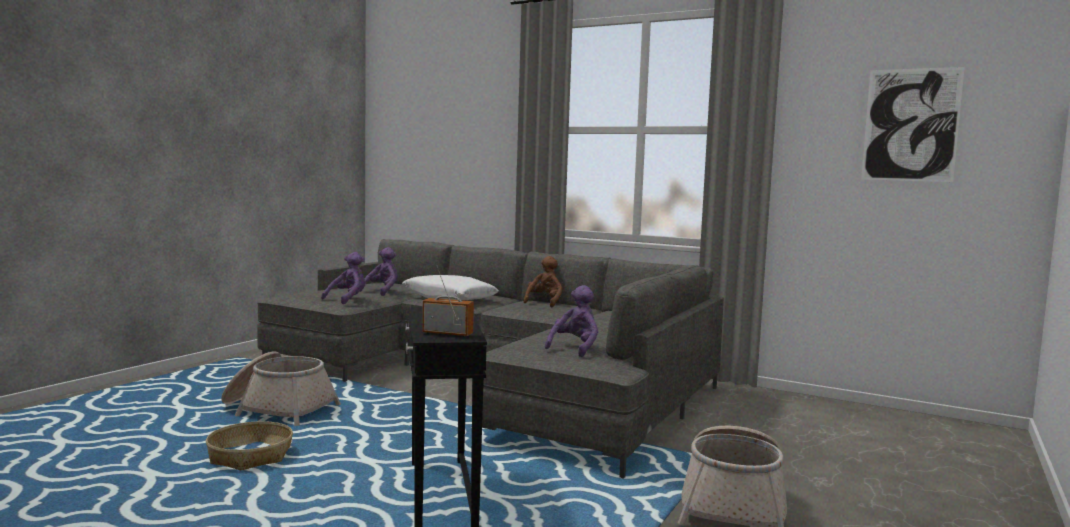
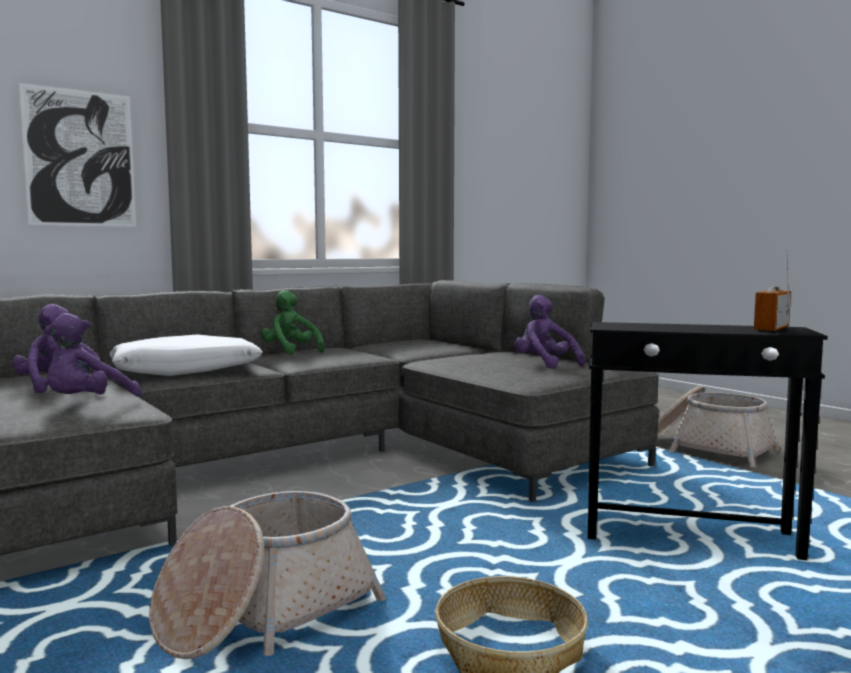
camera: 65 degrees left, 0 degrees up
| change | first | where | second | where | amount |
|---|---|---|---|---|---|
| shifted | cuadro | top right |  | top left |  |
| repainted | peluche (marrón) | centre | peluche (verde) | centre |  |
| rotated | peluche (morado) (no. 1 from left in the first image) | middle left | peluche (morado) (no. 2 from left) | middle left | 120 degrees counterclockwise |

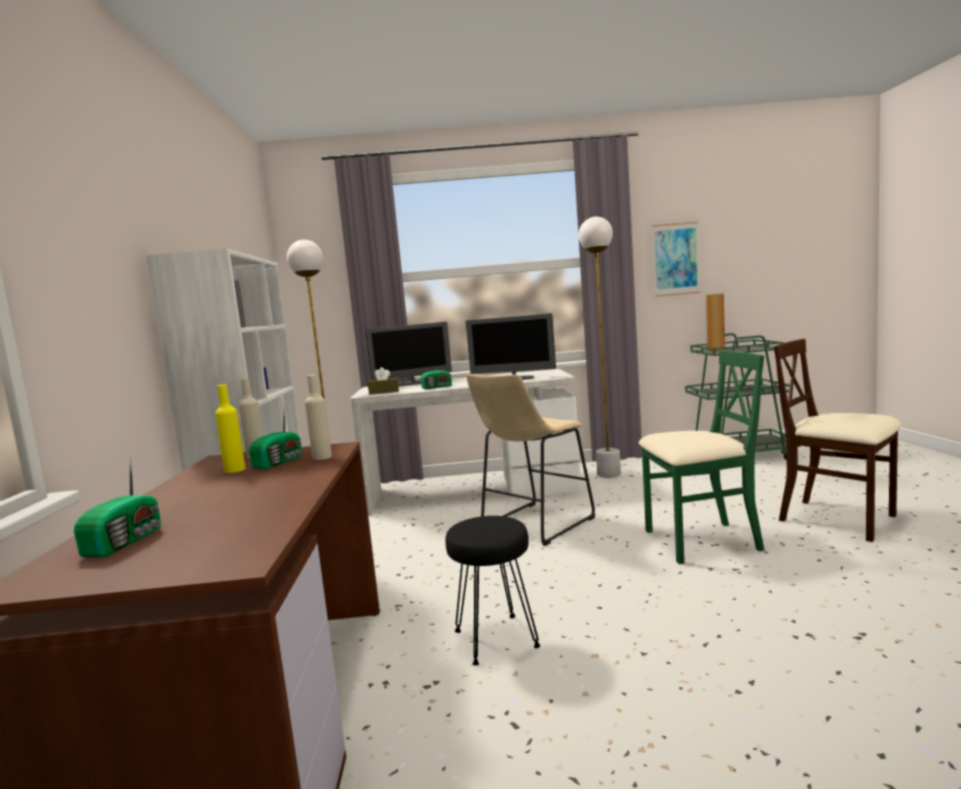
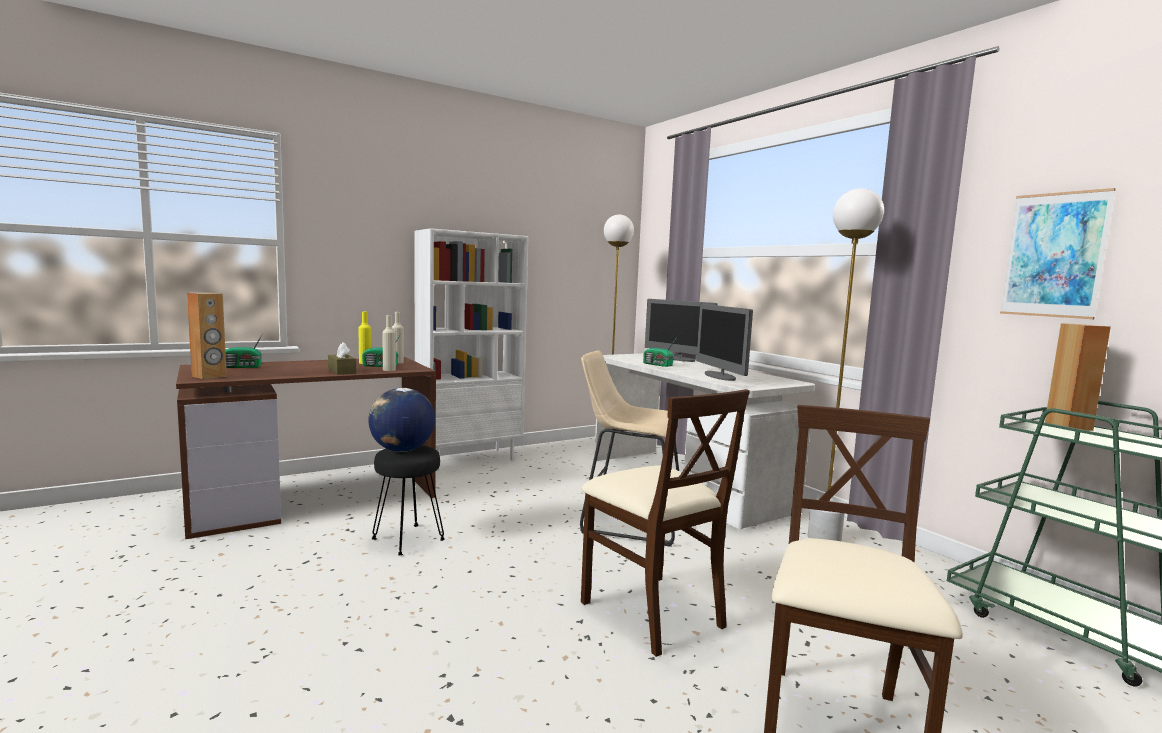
camera: 60 degrees right, 0 degrees up
| change | first | where | second | where | amount |
|---|---|---|---|---|---|
| new |  |  | altavoz (marrón) (no. 1 from left) | middle left |  |
| new |  |  | globo terráqueo | centre |  |
| shifted | caja de pañuelos (marrón) | centre |  | middle left |  |
| repainted | silla (verde) | middle right | silla (beis) (no. 1 from left) | bottom centre |  |

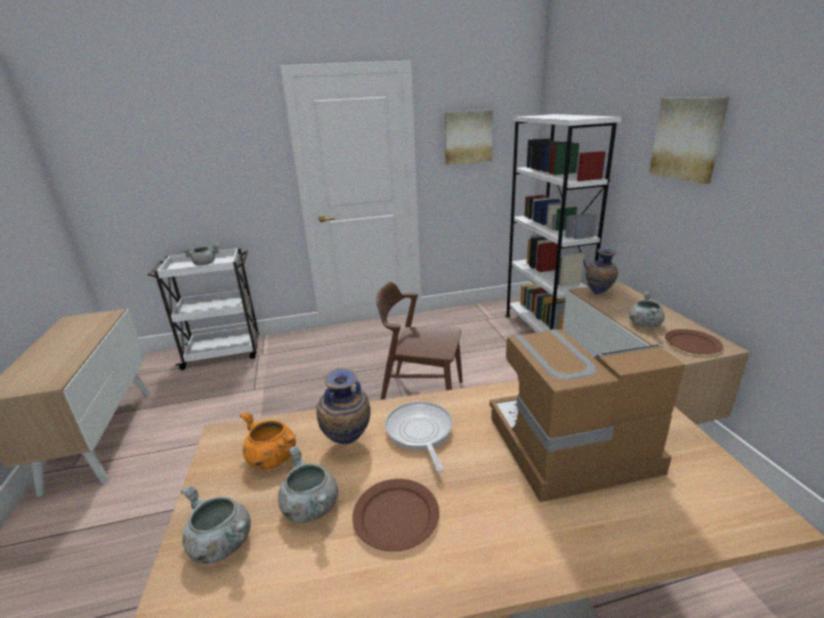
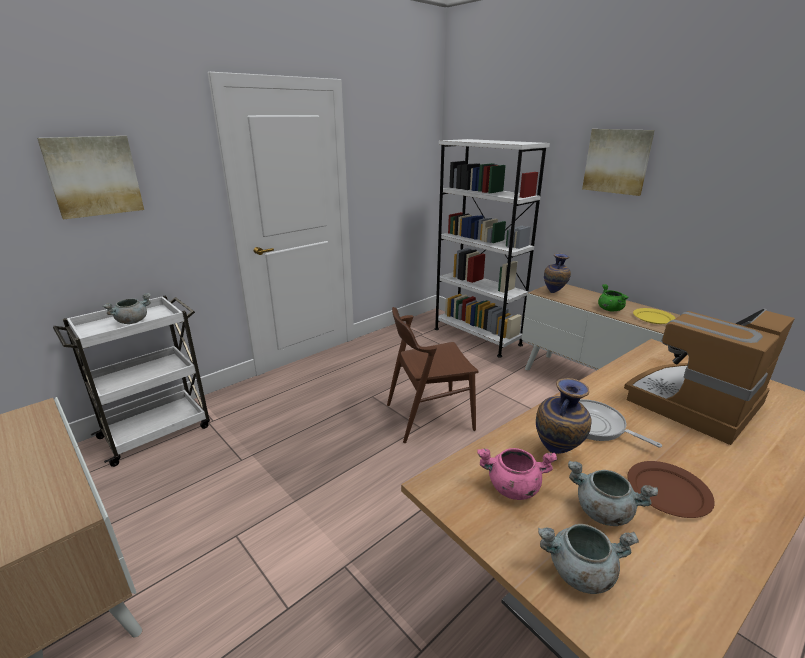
camera: 30 degrees left, 0 degrees up
| change | first | where | second | where | amount |
|---|---|---|---|---|---|
| shifted | cuadro (no. 1 from left) | top centre |  | top left |  |
| repainted | olla (naranja) | bottom left | olla (rosa) | bottom centre |  |
| repainted | olla (gris) (no. 4 from left) | middle right | olla (verde) | middle right |  |
| repainted | plato (marrón) (no. 2 from left) | middle right | plato (amarillo) | middle right |  |

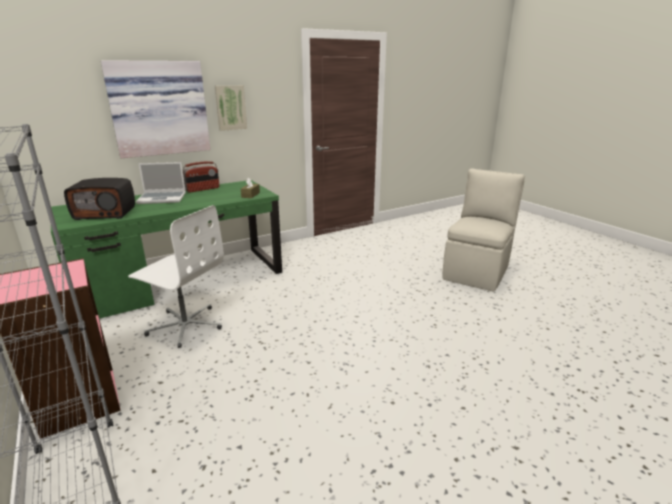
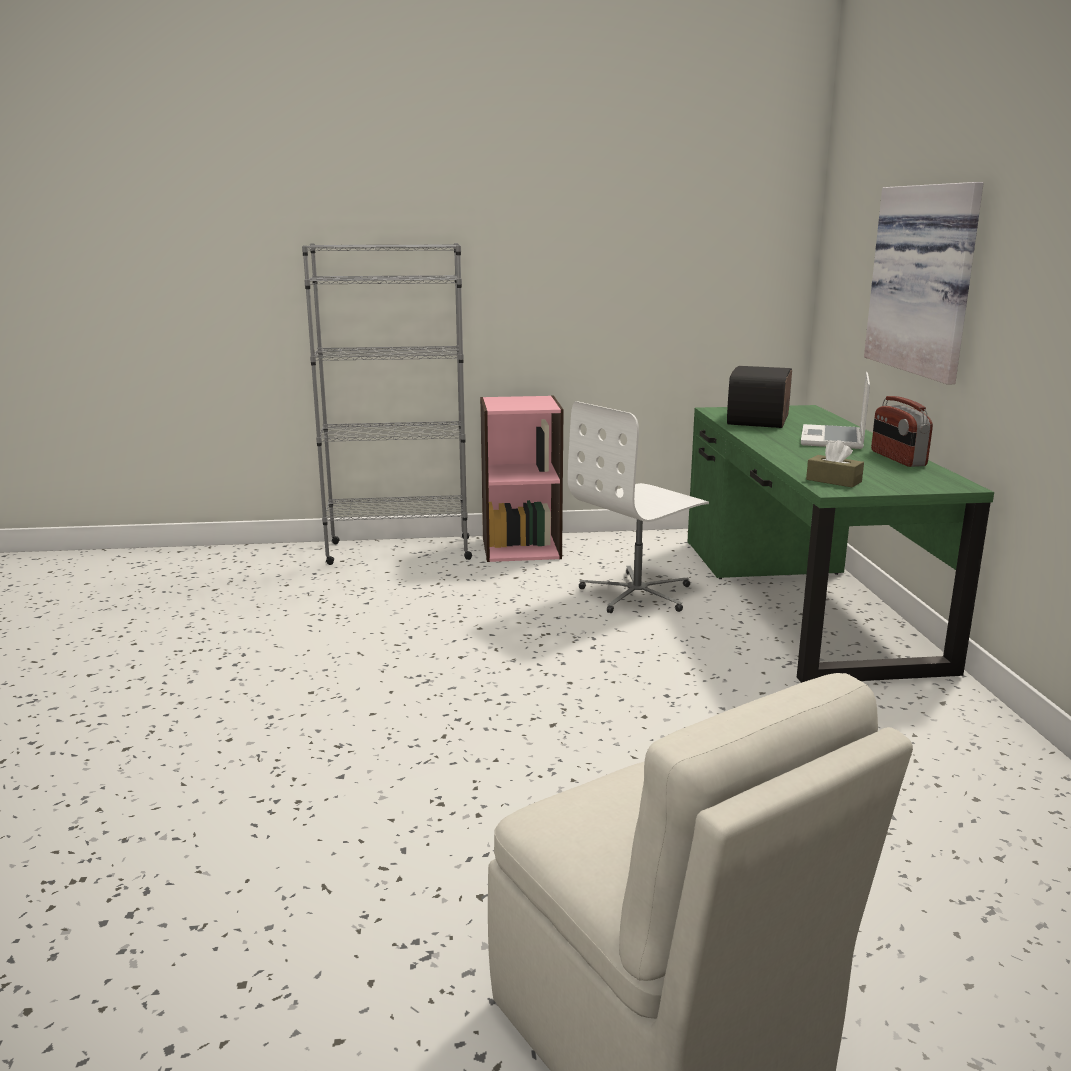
camera: 115 degrees right, 5 degrees down
| change | first | where | second | where | amount |
|---|---|---|---|---|---|
| gone | cuadro (no. 2 from left) | top centre |  |  |  |

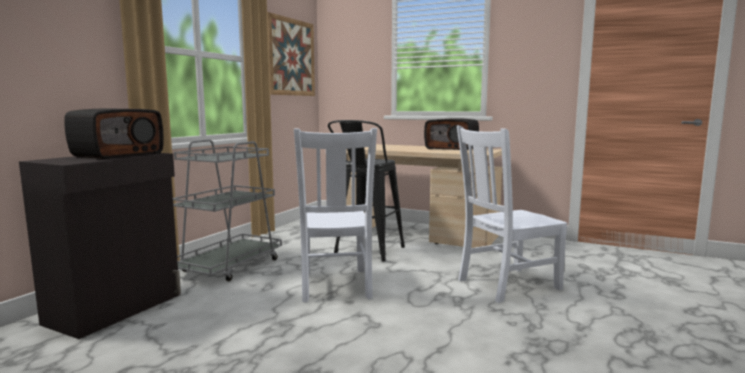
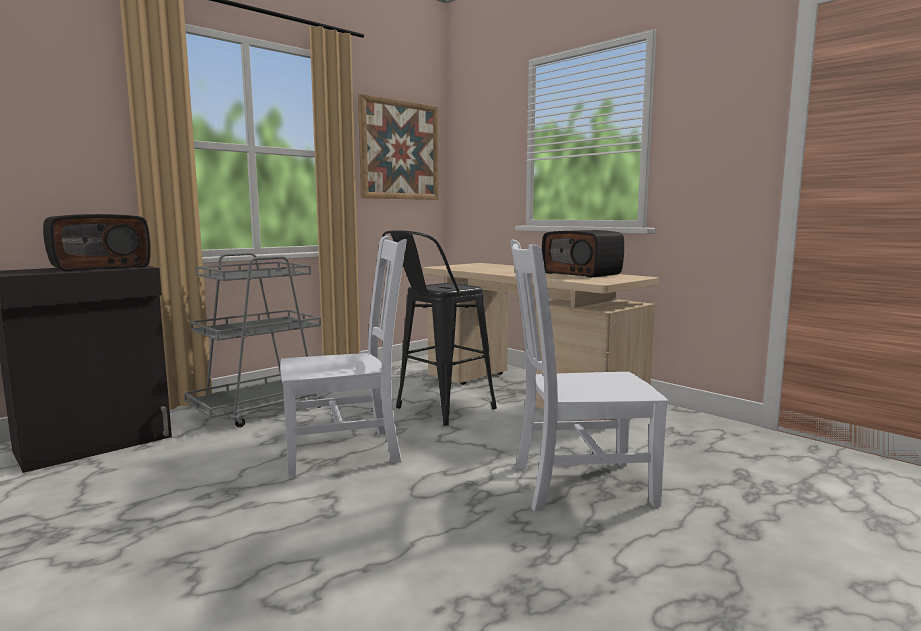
camera: 20 degrees right, 0 degrees up
| change | first | where | second | where | amount |
|---|---|---|---|---|---|
| rotated | silla (blanco) (no. 1 from left) | centre |  | centre | 120 degrees counterclockwise |

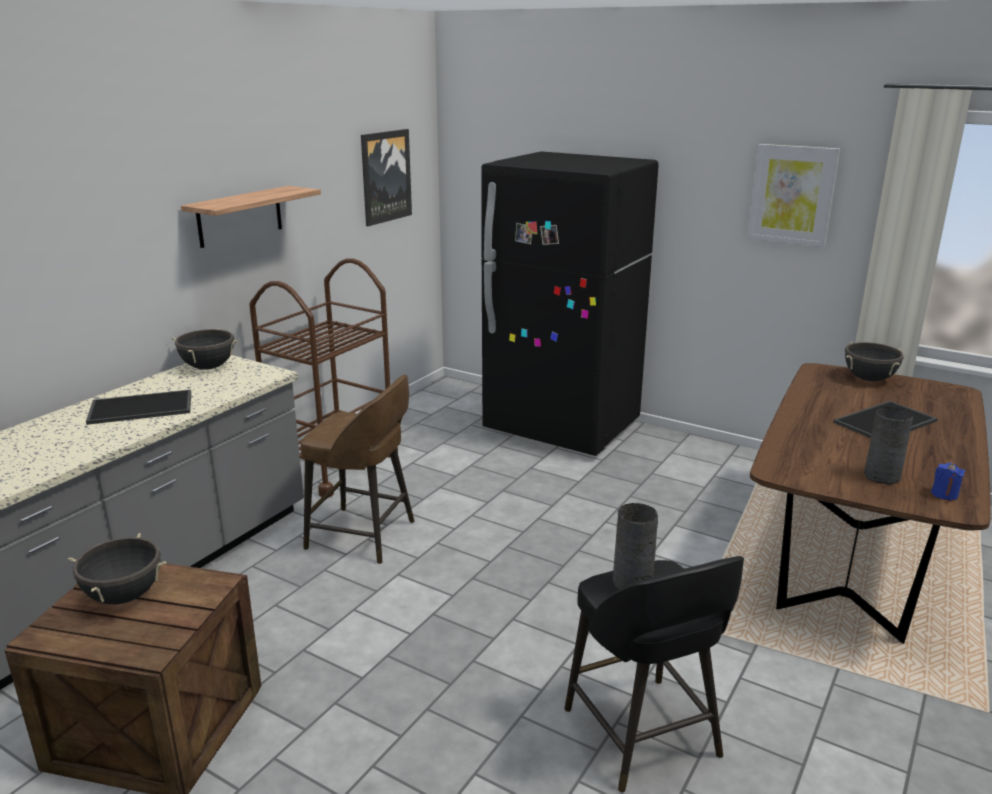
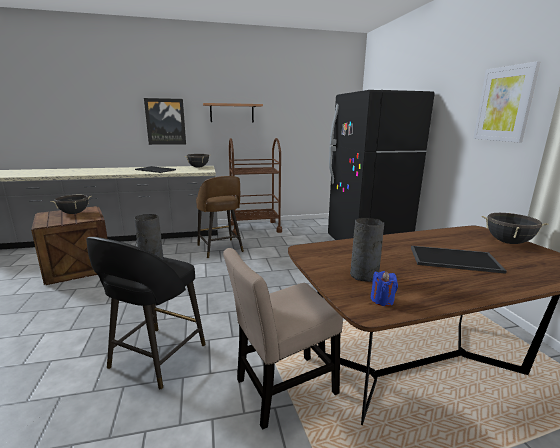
camera: 45 degrees right, 5 degrees down
| change | first | where | second | where | amount |
|---|---|---|---|---|---|
| new |  |  | silla (beis) | bottom centre |  |
| shifted | cuadro (no. 1 from left) | top centre |  | top left |  |

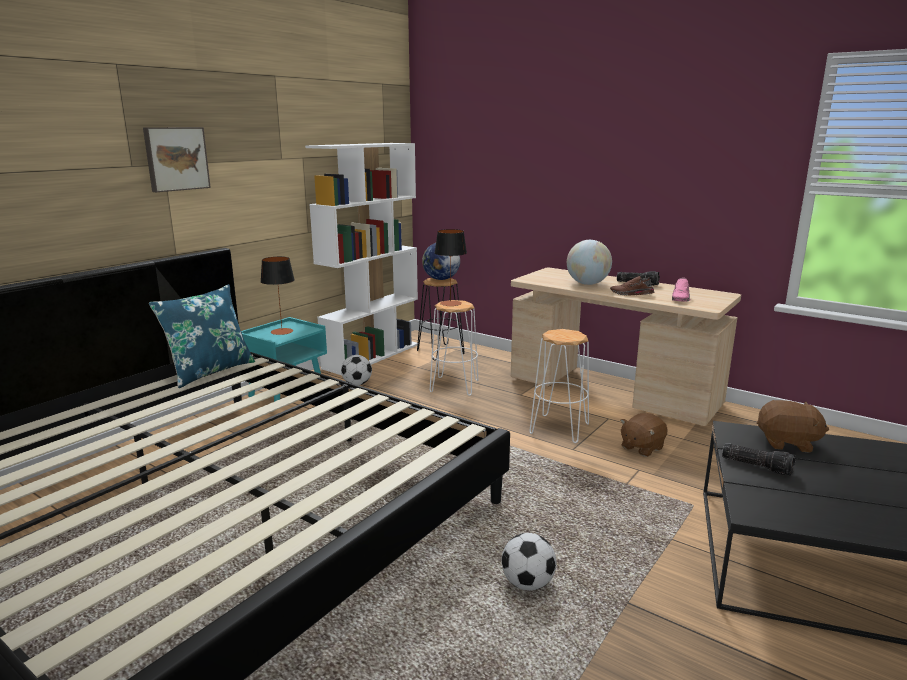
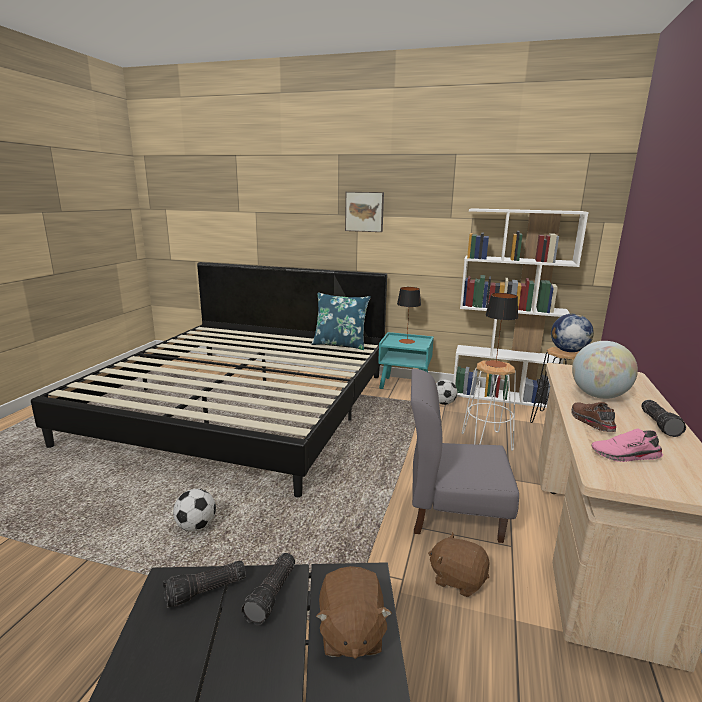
camera: 70 degrees right, 0 degrees up
| change | first | where | second | where | amount |
|---|---|---|---|---|---|
| new |  |  | linterna (no. 1 from left) | bottom left |  |
| swapped | taburete (blanco) (no. 2 from left) | centre | silla (gris) | centre |  |

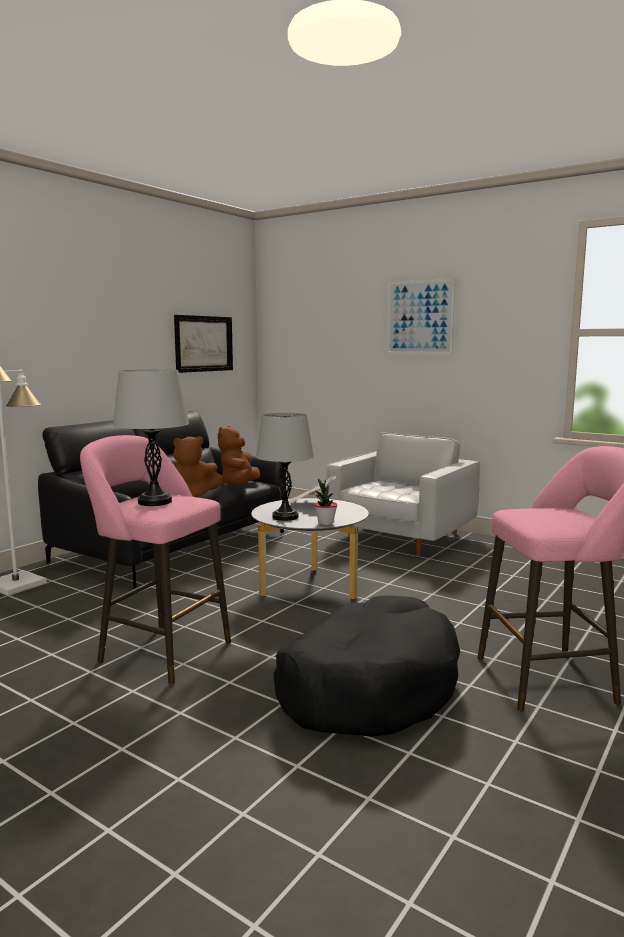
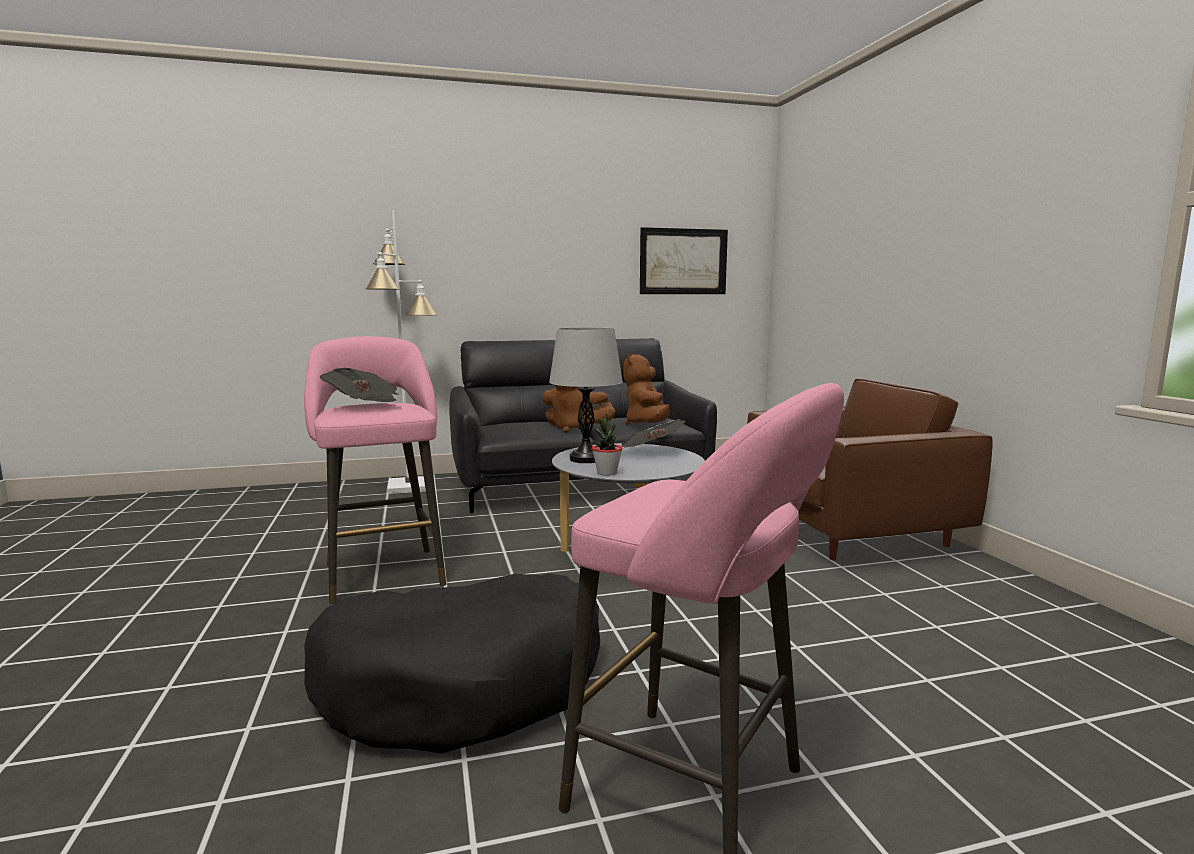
camera: 40 degrees right, 0 degrees up
| change | first | where | second | where | amount |
|---|---|---|---|---|---|
| gone | cuadro (no. 2 from left) | middle right |  |  |  |
| swapped | lámpara de mesa (gris) (no. 1 from left) | middle left | periódico (no. 1 from left) | middle left |  |
| repainted | sillón (blanco) | centre | sillón (marrón) | middle right |  |
| rotated | peluche (marrón) (no. 2 from left) | centre |  | centre | 45 degrees counterclockwise |

